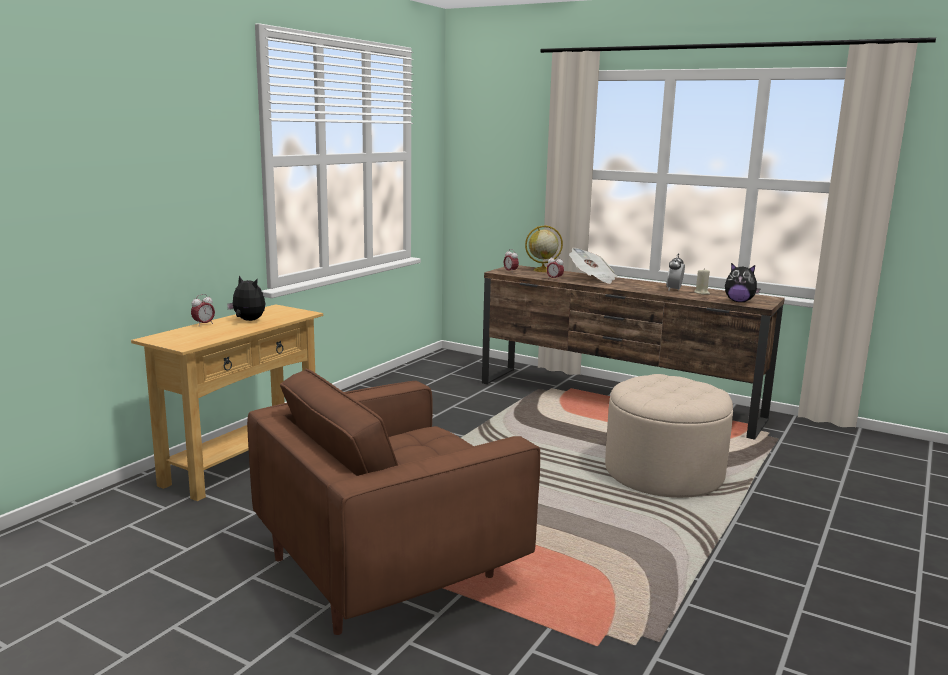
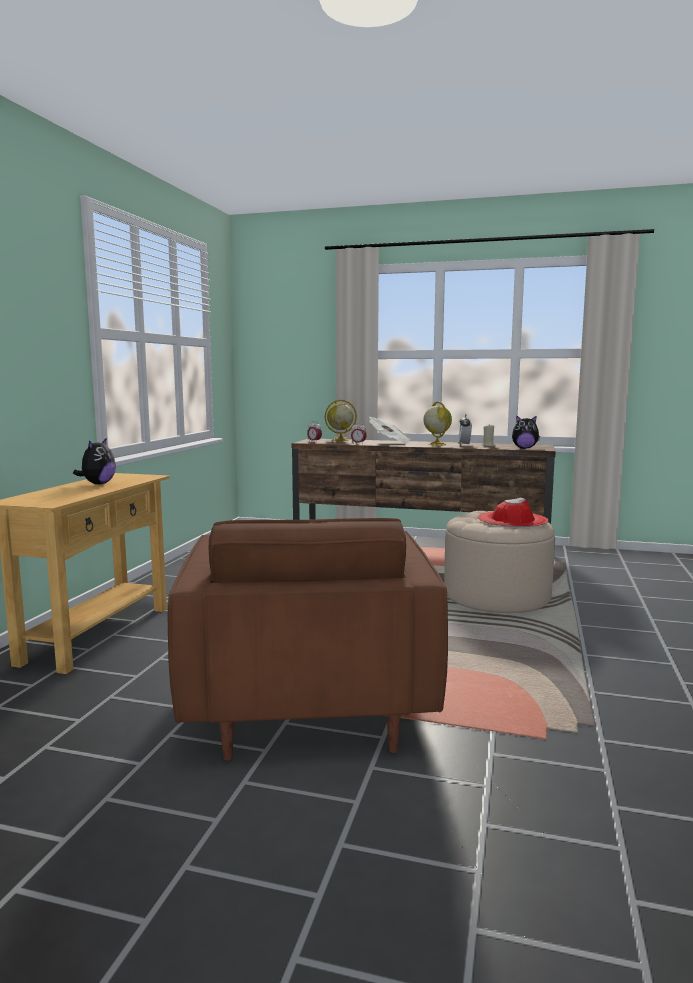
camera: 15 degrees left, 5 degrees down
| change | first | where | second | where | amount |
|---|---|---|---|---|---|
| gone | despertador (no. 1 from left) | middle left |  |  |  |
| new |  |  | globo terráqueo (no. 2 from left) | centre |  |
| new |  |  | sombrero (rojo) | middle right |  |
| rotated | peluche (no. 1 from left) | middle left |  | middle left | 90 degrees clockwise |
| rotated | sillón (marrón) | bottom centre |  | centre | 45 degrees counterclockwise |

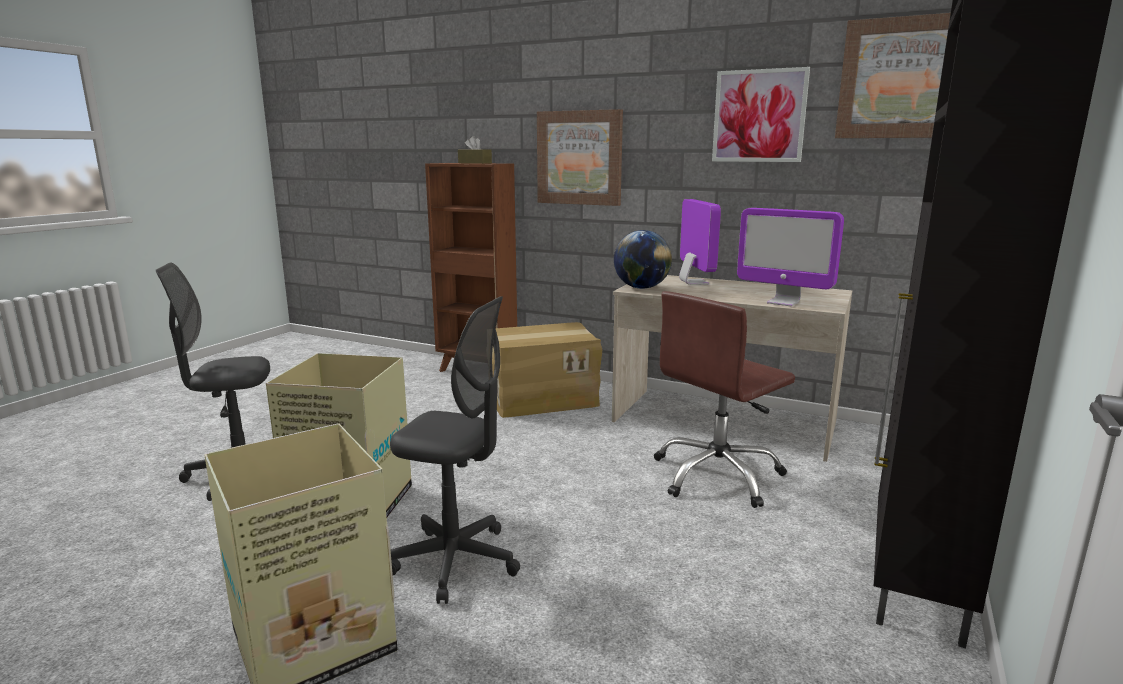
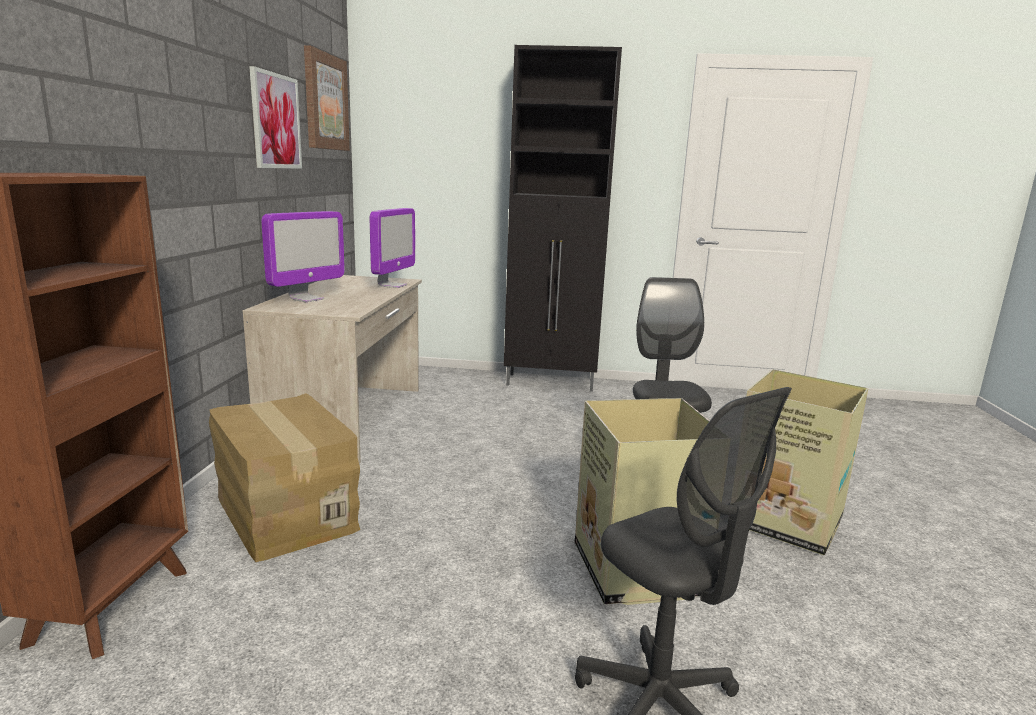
camera: 110 degrees left, 0 degrees up
| change | first | where | second | where | amount |
|---|---|---|---|---|---|
| gone | caja de pañuelos (marrón) | top centre |  |  |  |
| gone | cuadro (no. 1 from left) | top centre |  |  |  |
| gone | globo terráqueo | centre |  |  |  |
| gone | silla de oficina (marrón) | centre |  |  |  |
| rotated | monitor (no. 1 from left) | centre |  | middle left | 150 degrees clockwise |

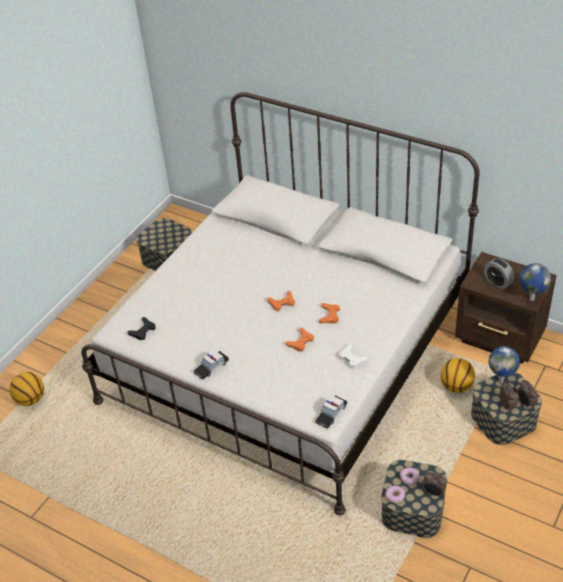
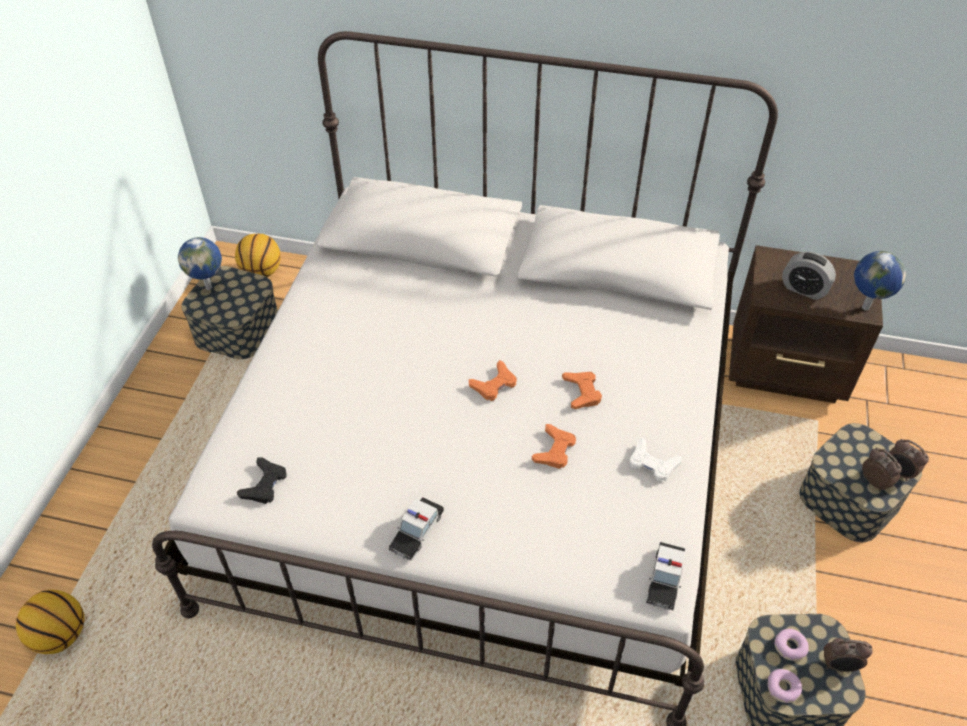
camera: 20 degrees left, 5 degrees up
| change | first | where | second | where | amount |
|---|---|---|---|---|---|
| shifted | balón de baloncesto (no. 2 from left) | middle right |  | middle left |  |
| shifted | globo terráqueo (no. 1 from left) | middle right |  | middle left |  |

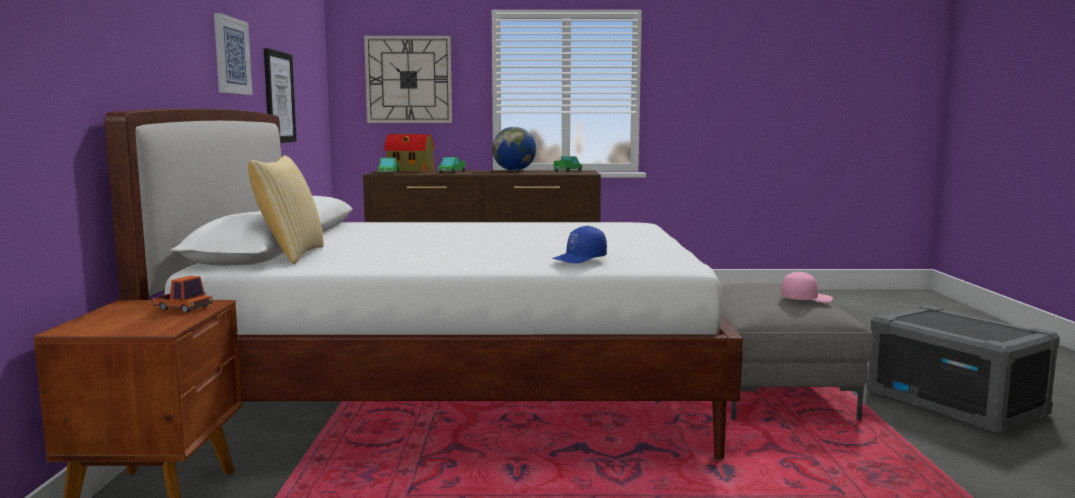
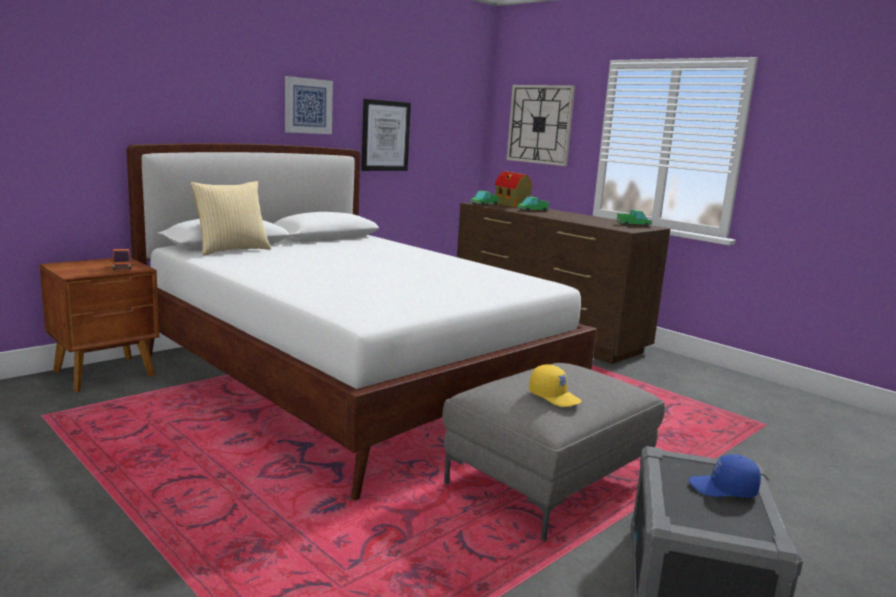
camera: 45 degrees right, 5 degrees up
| change | first | where | second | where | amount |
|---|---|---|---|---|---|
| gone | globo terráqueo | top centre |  |  |  |
| shifted | gorra (azul) | centre |  | bottom right |  |
| repainted | gorra (rosa) | middle right | gorra (amarillo) | centre |  |

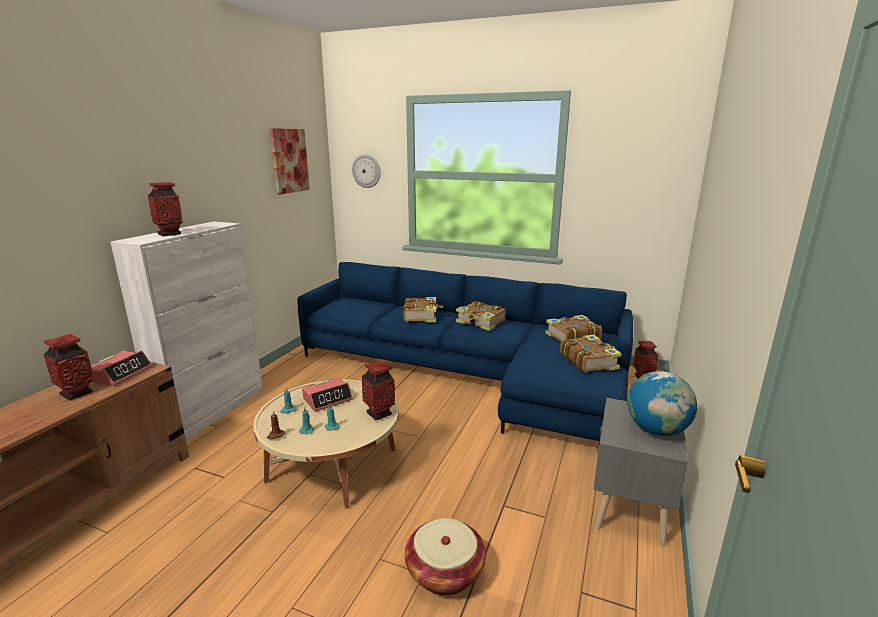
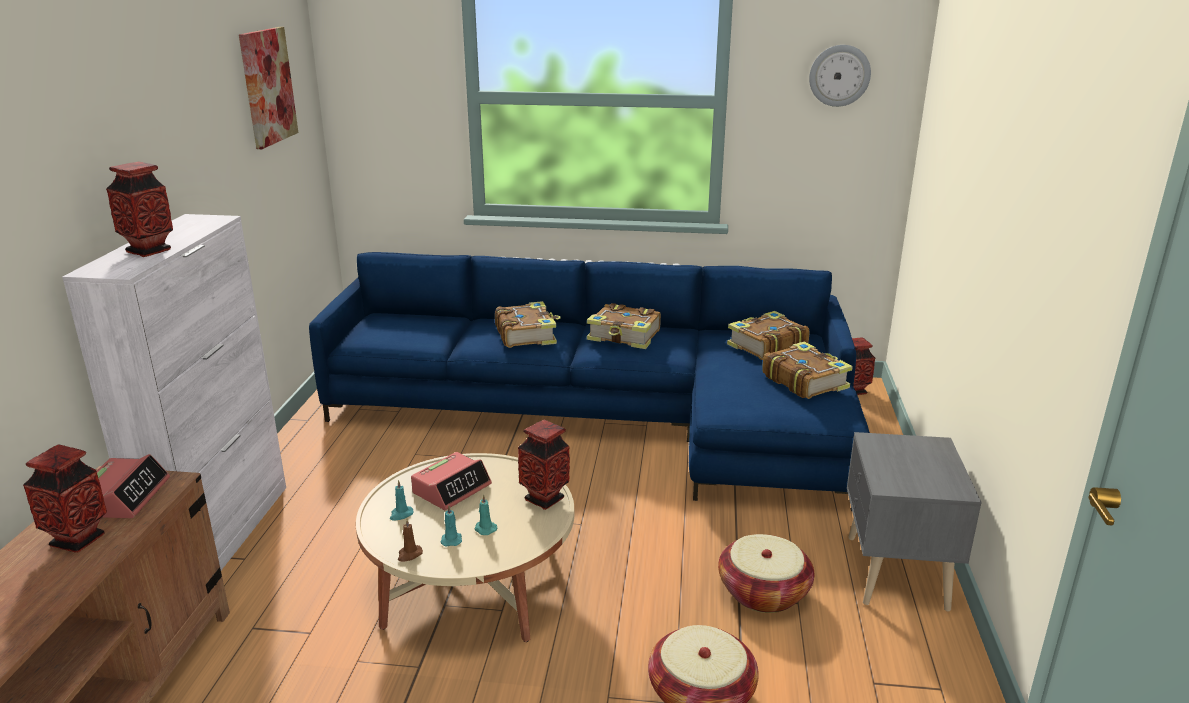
camera: 15 degrees left, 5 degrees up
| change | first | where | second | where | amount |
|---|---|---|---|---|---|
| gone | globo terráqueo | middle right |  |  |  |
| new |  |  | cesta (no. 2 from left) | bottom centre |  |
| shifted | reloj de pared | top centre |  | top right |  |

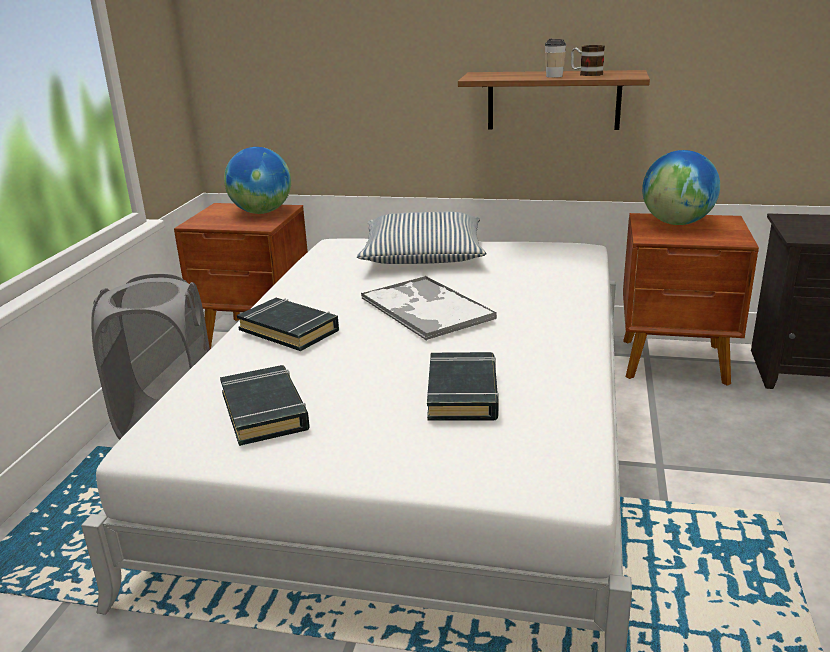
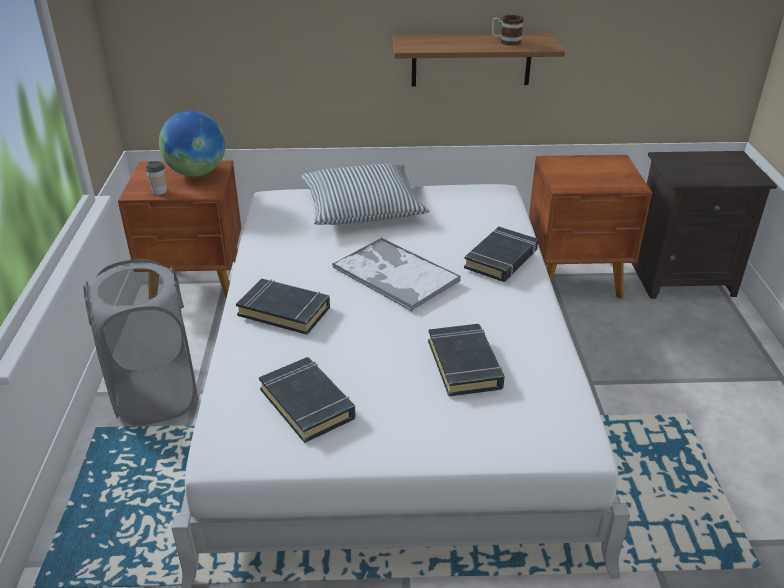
camera: 15 degrees left, 10 degrees up
| change | first | where | second | where | amount |
|---|---|---|---|---|---|
| gone | globo terráqueo (no. 2 from left) | top right |  |  |  |
| new |  |  | libro (negro) (no. 4 from left) | centre |  |
| shifted | taza | top right |  | top left |  |

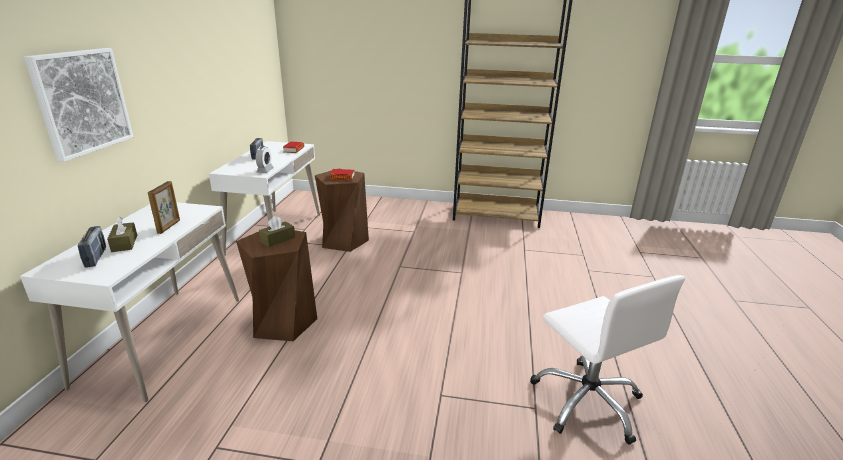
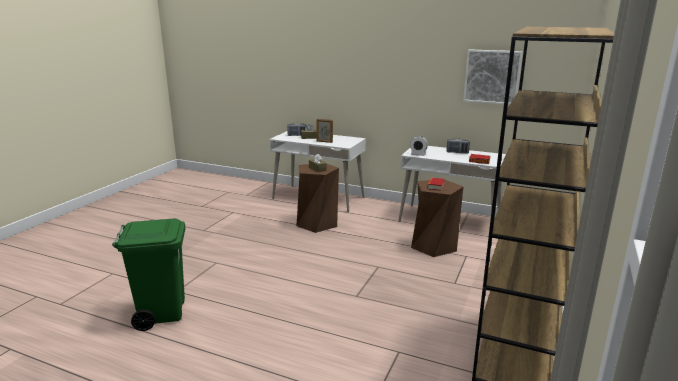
camera: 105 degrees right, 5 degrees down
| change | first | where | second | where | amount |
|---|---|---|---|---|---|
| shifted | cuadro | top left |  | top right |  |
| swapped | silla de oficina (blanco) | bottom right | papelera (verde) | bottom left |  |

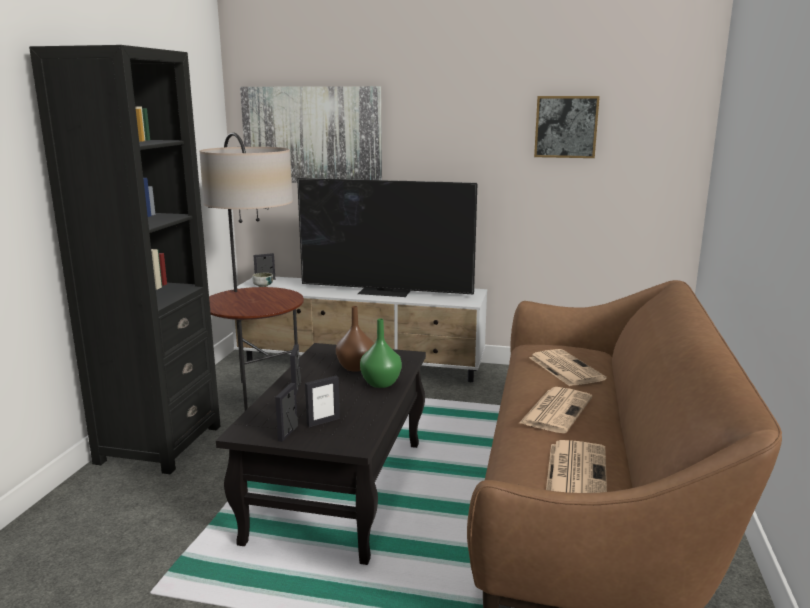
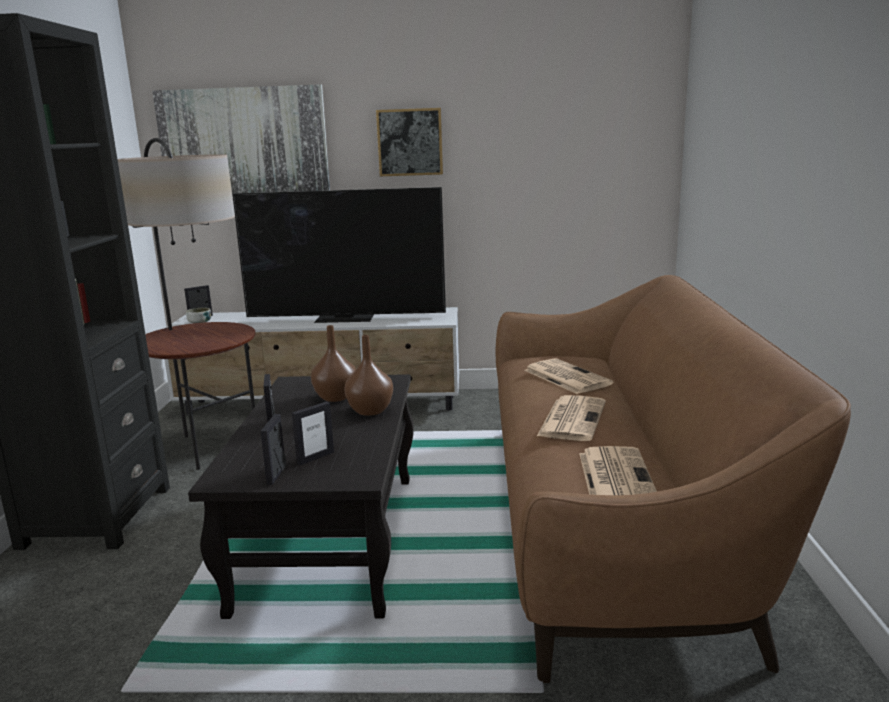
camera: 10 degrees left, 0 degrees up
| change | first | where | second | where | amount |
|---|---|---|---|---|---|
| shifted | cuadro (no. 2 from left) | top right |  | top centre |  |
| repainted | florero (verde) | centre | florero (marrón) (no. 2 from left) | centre |  |

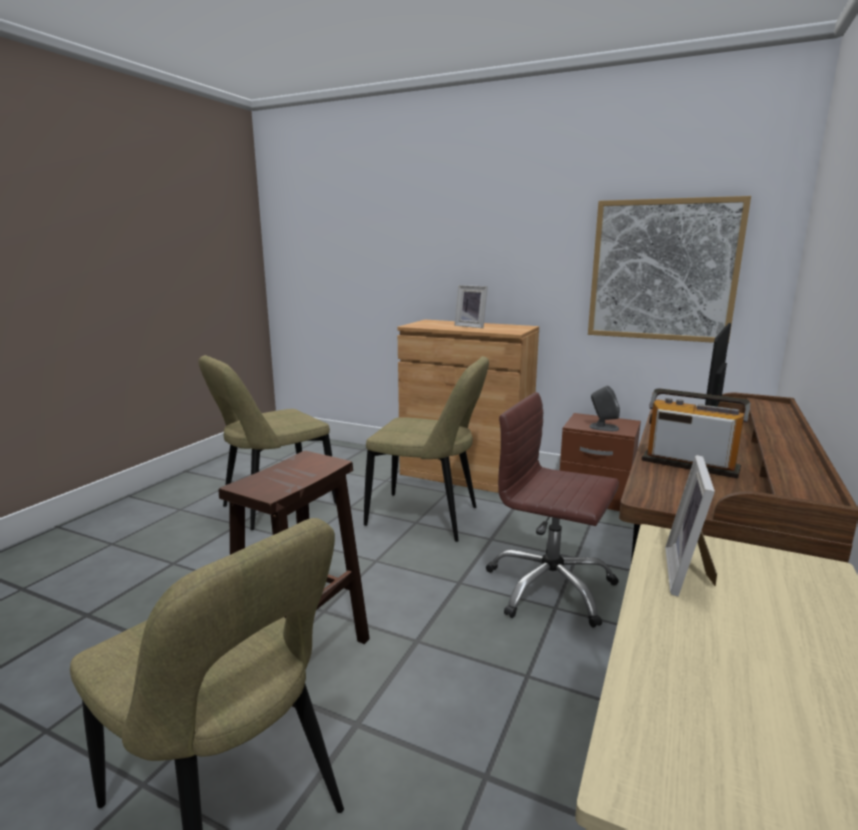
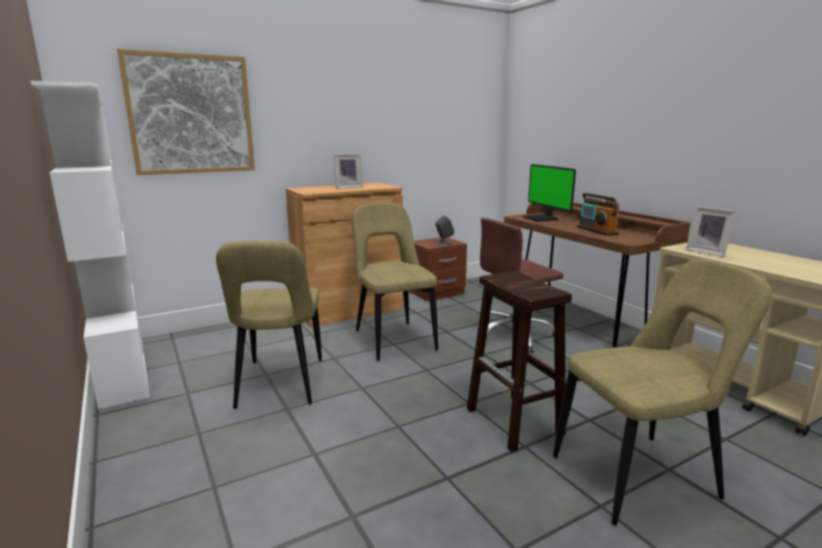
camera: 55 degrees left, 0 degrees up
| change | first | where | second | where | amount |
|---|---|---|---|---|---|
| new |  |  | estantería (blanco) | middle left |  |
| shifted | cuadro | top right |  | top left |  |
| rotated | silla (beis) (no. 3 from left in the first image) | centre | silla (beis) (no. 2 from left) | centre | 75 degrees counterclockwise |
| rotated | radio | middle right |  | middle right | 90 degrees counterclockwise |

